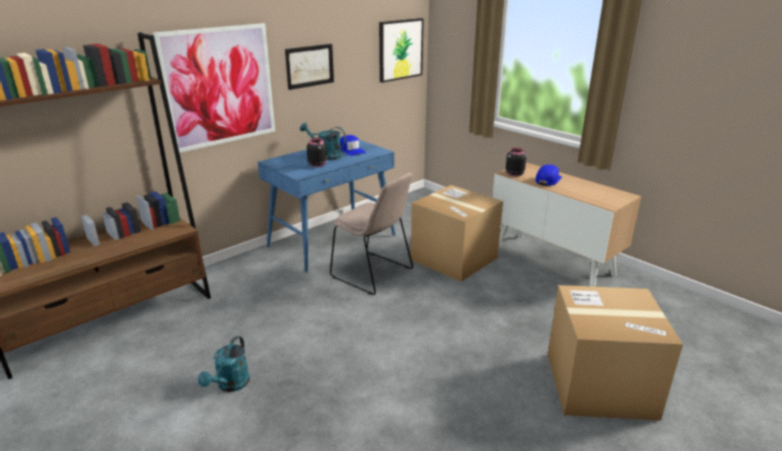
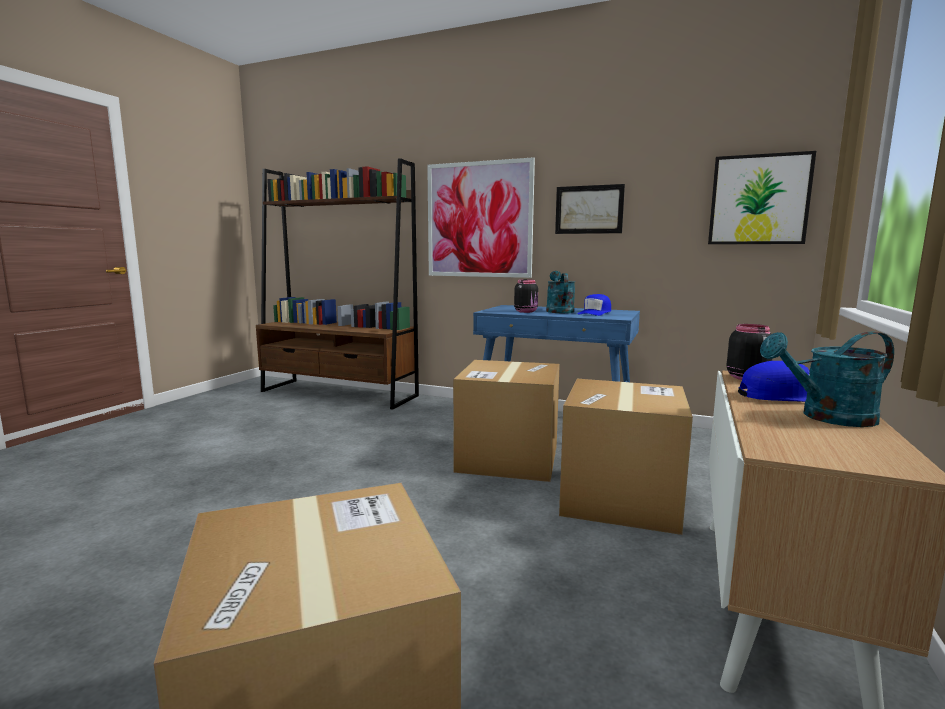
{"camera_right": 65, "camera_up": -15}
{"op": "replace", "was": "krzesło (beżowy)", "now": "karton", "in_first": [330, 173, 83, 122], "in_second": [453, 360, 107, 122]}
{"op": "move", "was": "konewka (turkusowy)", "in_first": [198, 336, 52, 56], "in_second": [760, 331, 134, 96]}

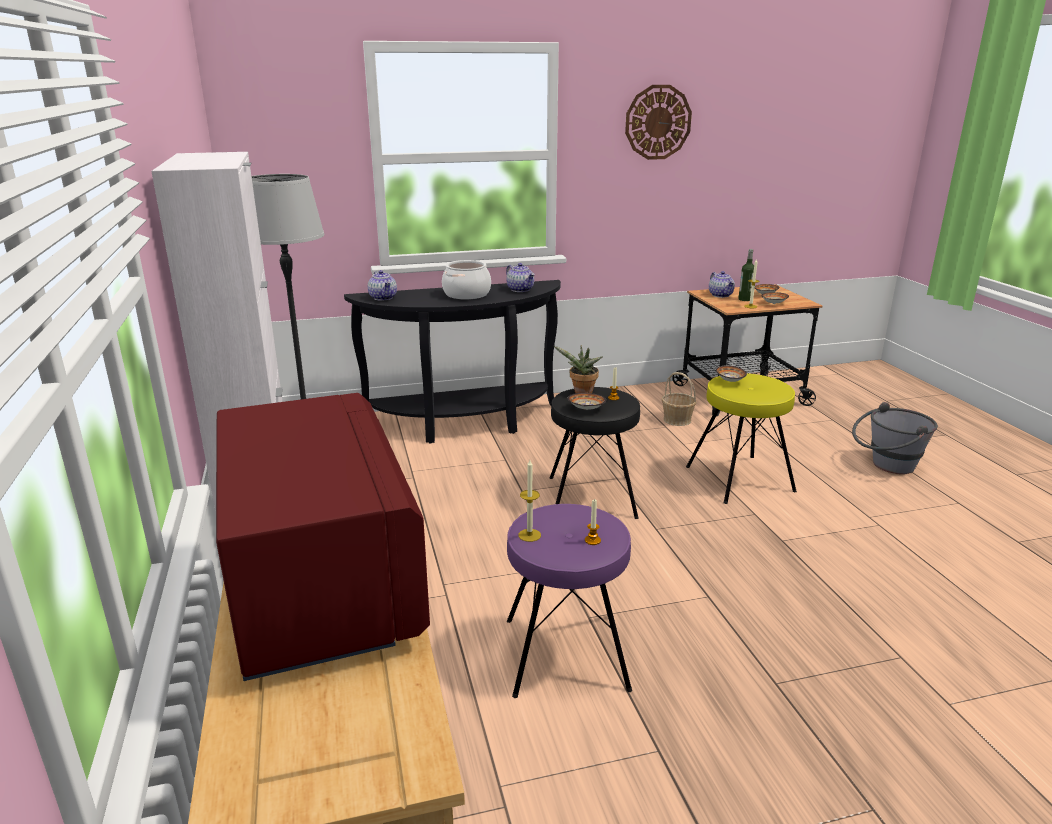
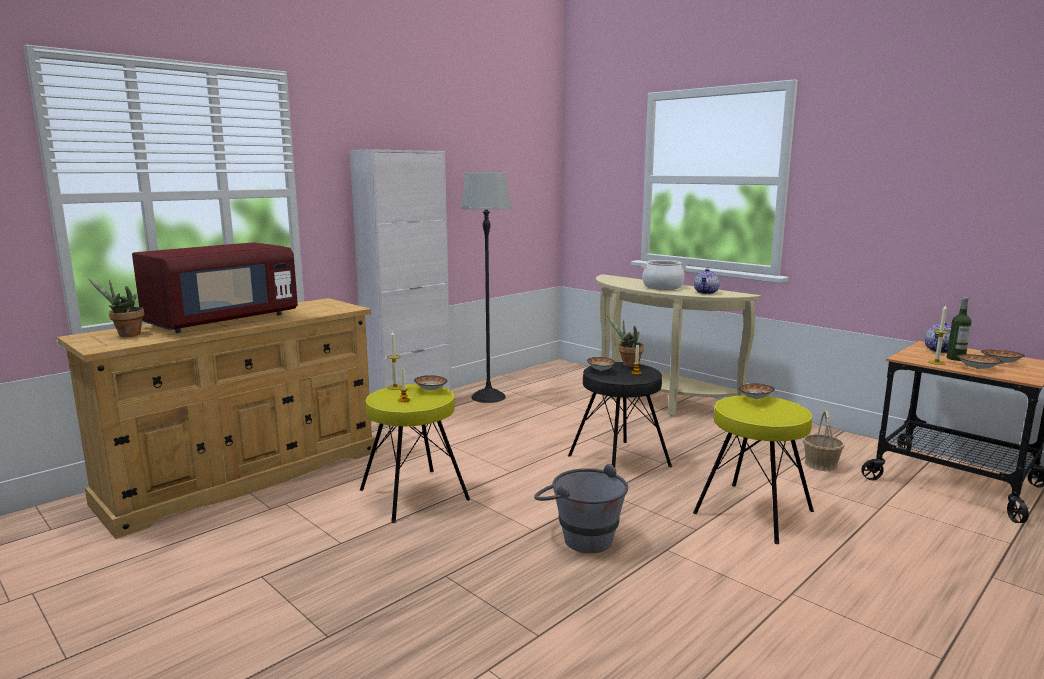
{"camera_right": 60, "camera_up": -10}
{"op": "delete", "was": "zegar ścienny", "in_first": [625, 85, 67, 75]}
{"op": "delete", "was": "imbryk", "in_first": [368, 270, 29, 31]}
{"op": "recolor", "was": "stolik konsolowy (czarny)", "now": "stolik konsolowy (beżowy)", "in_first": [344, 280, 217, 164], "in_second": [596, 274, 165, 142]}
{"op": "move", "was": "wiadro (szary)", "in_first": [852, 402, 86, 72], "in_second": [534, 464, 94, 89]}
{"op": "recolor", "was": "stołek (fioletowy)", "now": "stołek (żółty)", "in_first": [507, 504, 125, 194], "in_second": [360, 384, 110, 139]}
{"op": "insert", "now": "roślina doniczkowa", "in_second": [89, 279, 55, 58]}
{"op": "insert", "now": "miska", "in_second": [414, 375, 33, 16]}

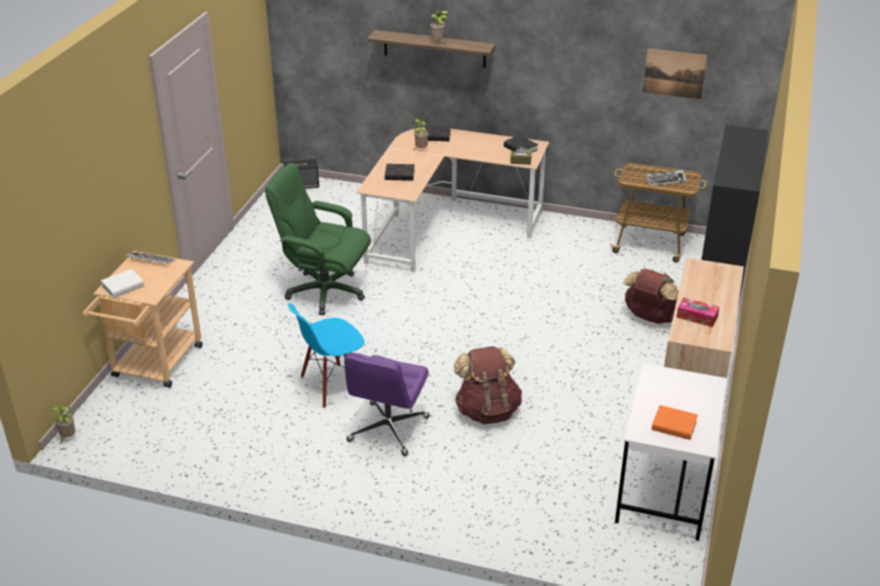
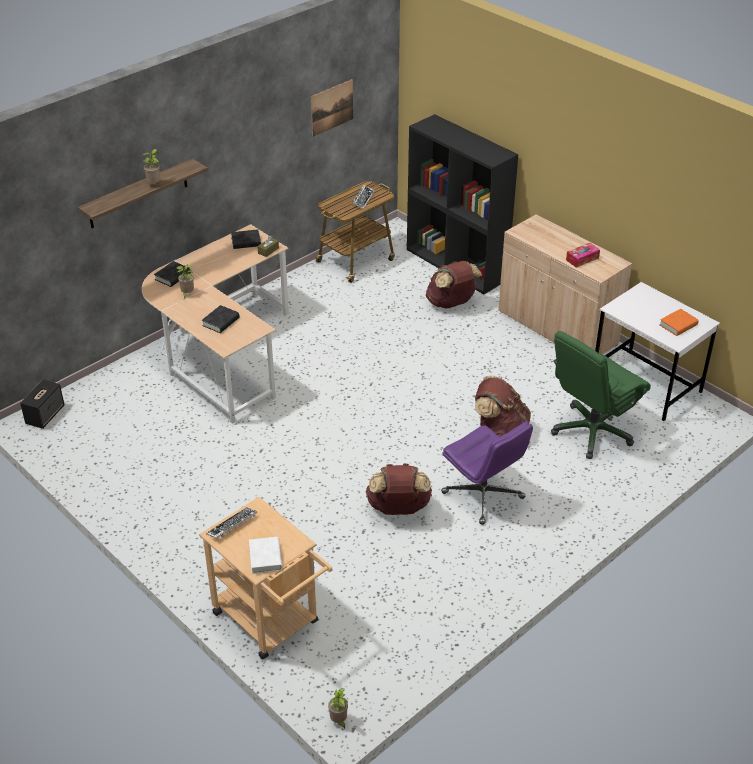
{"camera_right": -60, "camera_up": 5}
{"op": "move", "was": "krzesło biurowe (zielony)", "in_first": [265, 163, 106, 152], "in_second": [551, 331, 100, 128]}
{"op": "replace", "was": "krzesło (niebieski)", "now": "plecak (brązowy)", "in_first": [288, 303, 76, 105], "in_second": [366, 463, 66, 52]}

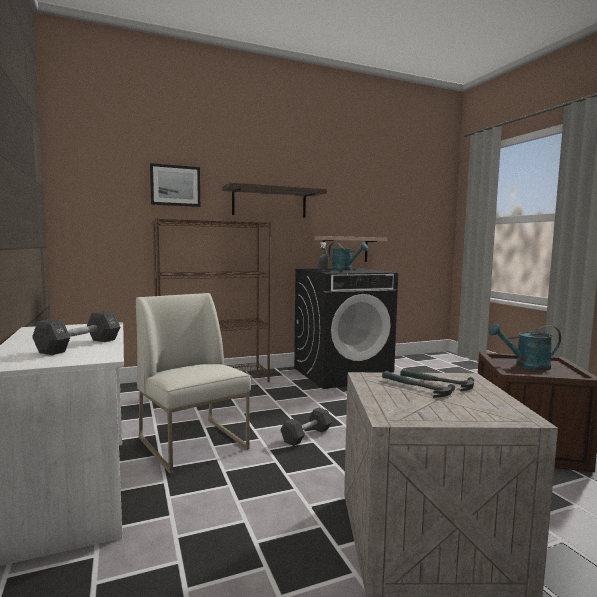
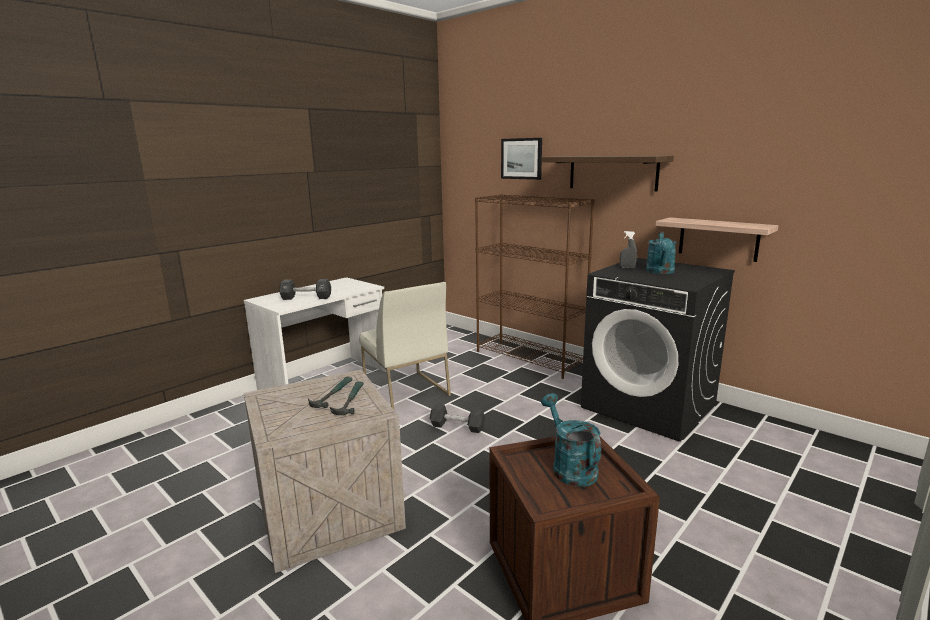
{"camera_right": 65, "camera_up": 10}
{"op": "rotate", "was": "krzesło (biały)", "in_first": [136, 293, 115, 181], "in_second": [359, 282, 92, 129], "clockwise": 120}

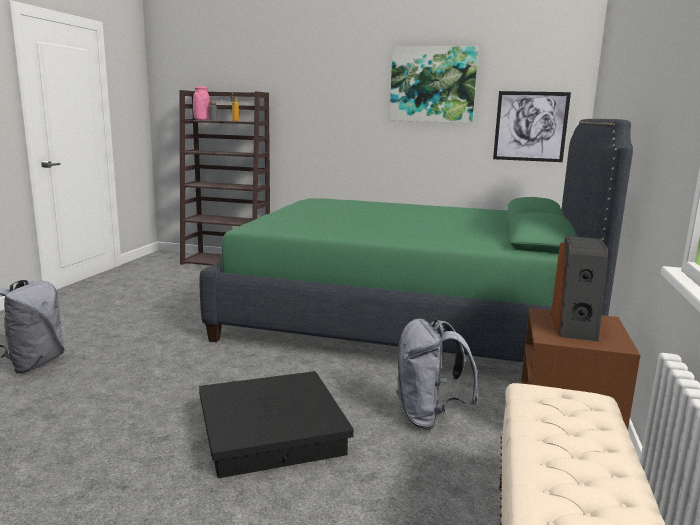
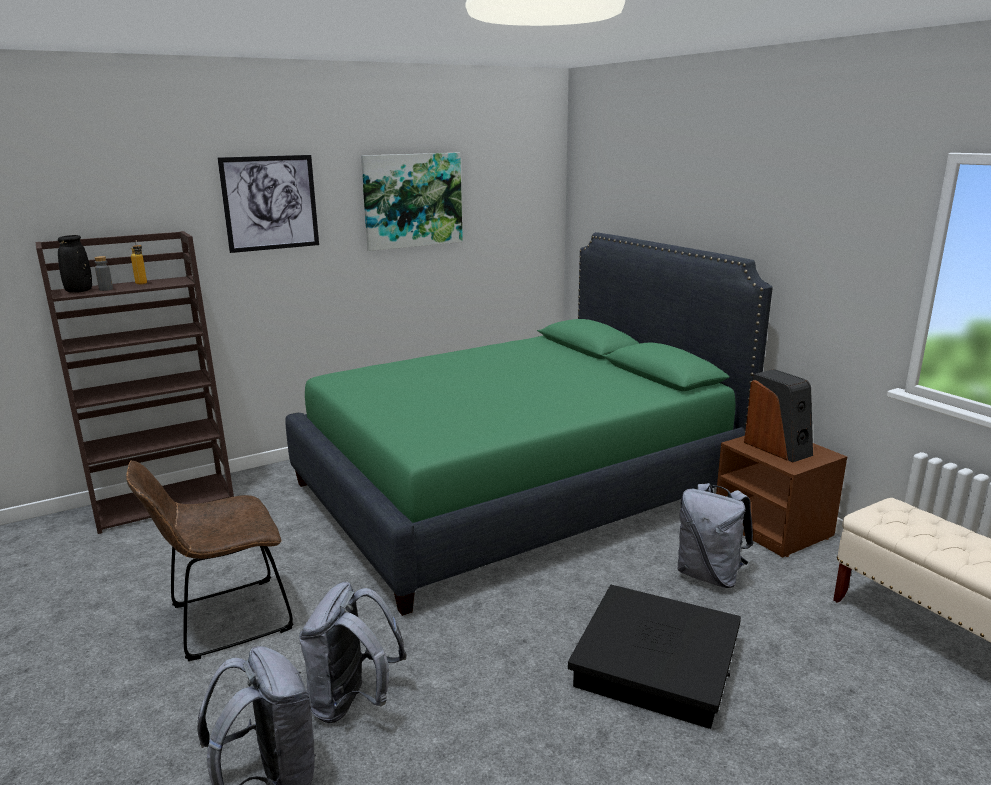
{"camera_right": -45, "camera_up": 5}
{"op": "recolor", "was": "wazon (różowy)", "now": "wazon (czarny)", "in_first": [193, 86, 17, 34], "in_second": [58, 235, 34, 58]}
{"op": "move", "was": "obraz", "in_first": [493, 91, 78, 71], "in_second": [218, 155, 101, 98]}
{"op": "insert", "now": "krzesło (brązowy)", "in_second": [126, 461, 168, 200]}
{"op": "insert", "now": "plecak (szary)", "in_second": [299, 582, 108, 141]}

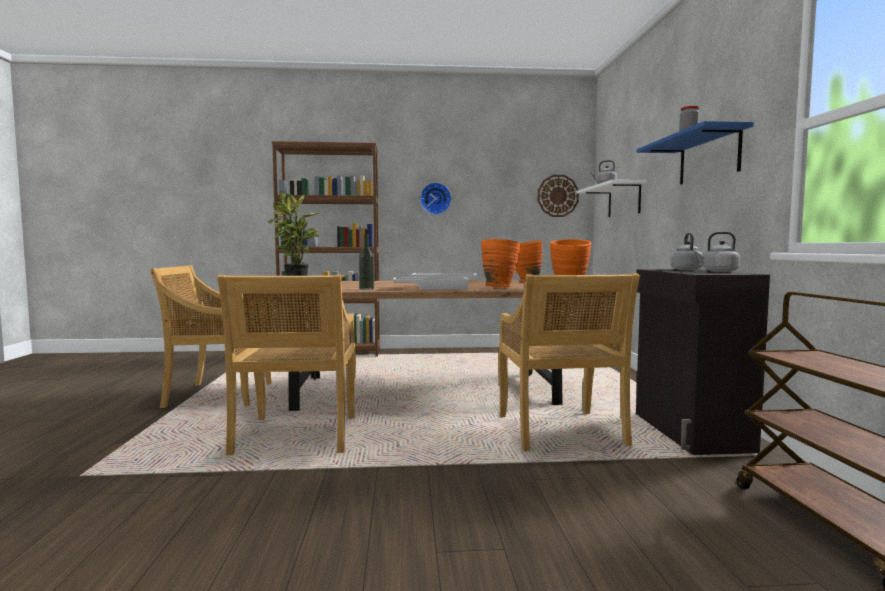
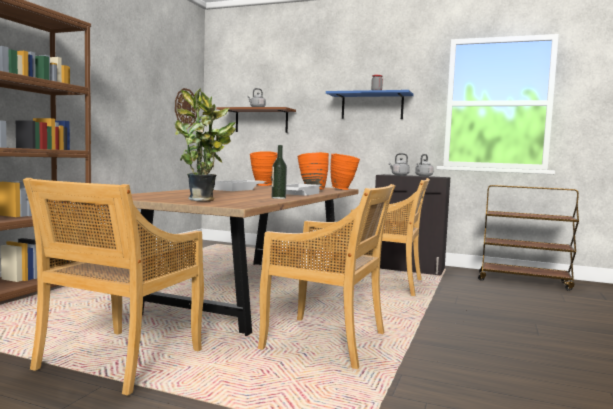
{"camera_right": -65, "camera_up": 0}
{"op": "recolor", "was": "półka (biały)", "now": "półka (brązowy)", "in_first": [577, 180, 70, 37], "in_second": [216, 107, 80, 26]}
{"op": "delete", "was": "zegar ścienny", "in_first": [420, 182, 32, 33]}

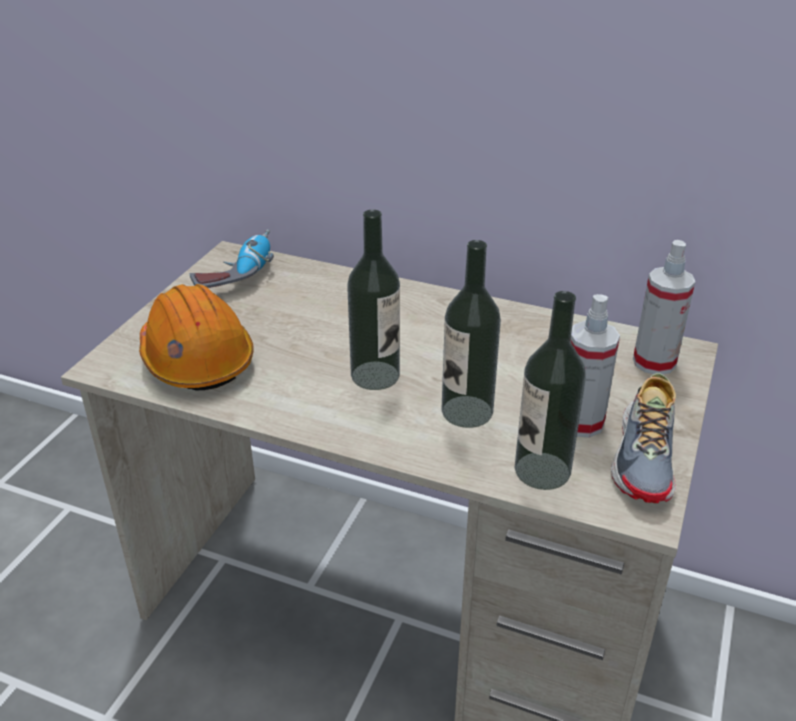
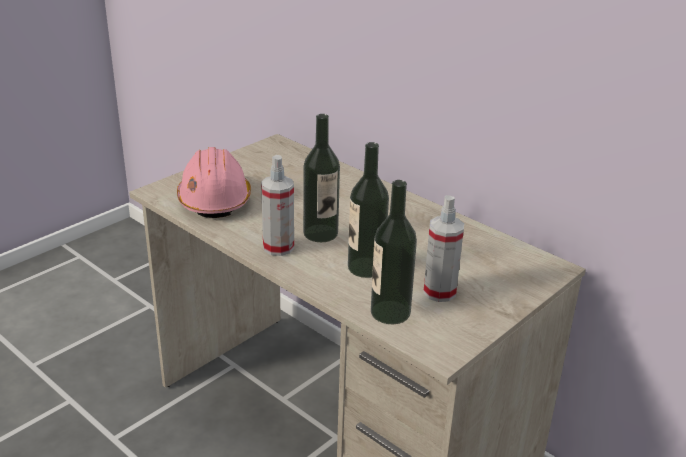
{"camera_right": 20, "camera_up": -5}
{"op": "delete", "was": "wiertarka", "in_first": [190, 229, 84, 59]}
{"op": "move", "was": "spryskiwacz", "in_first": [633, 240, 62, 135], "in_second": [261, 155, 33, 101]}
{"op": "recolor", "was": "kask (pomarańczowy)", "now": "kask (różowy)", "in_first": [139, 284, 115, 107], "in_second": [177, 147, 74, 71]}
{"op": "delete", "was": "but", "in_first": [611, 373, 65, 130]}

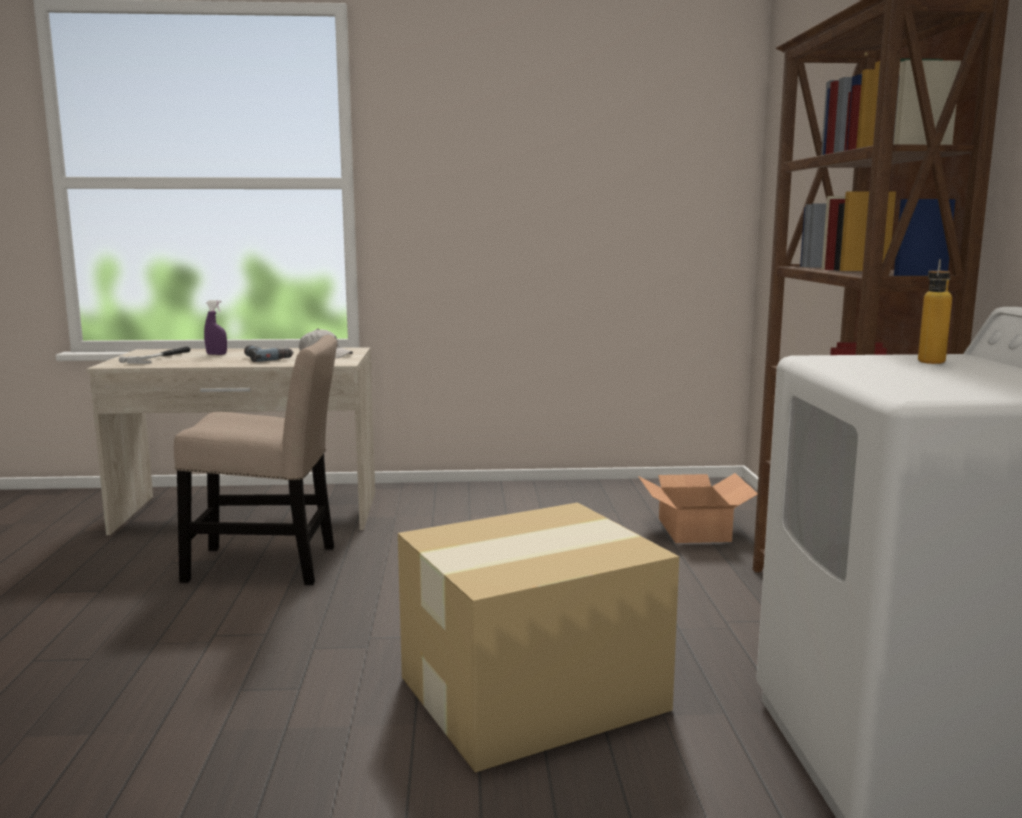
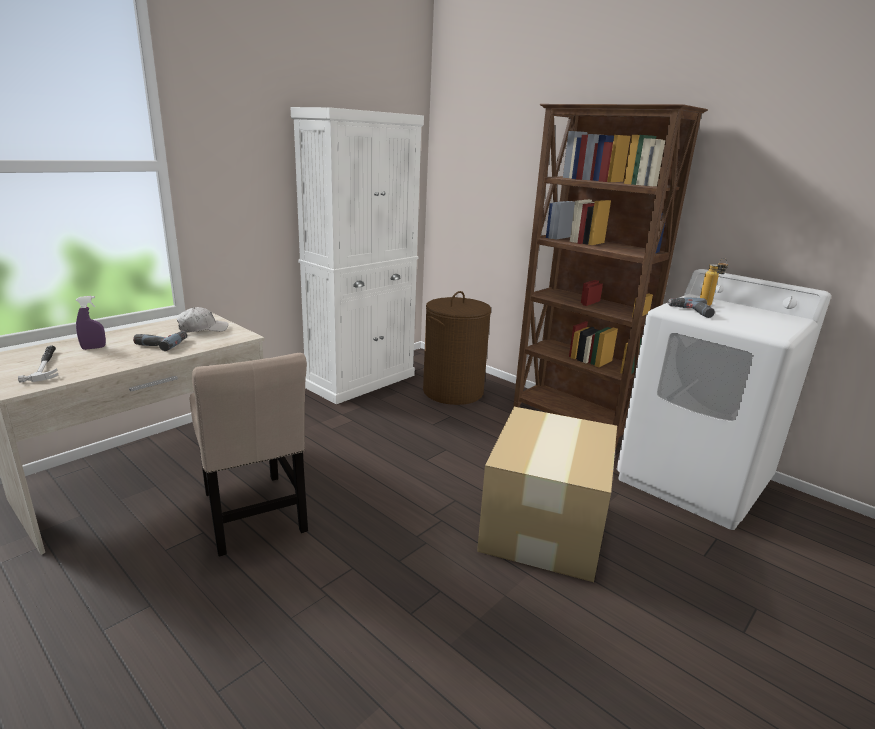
{"camera_right": -45, "camera_up": 10}
{"op": "rotate", "was": "krzesło (beżowy)", "in_first": [174, 335, 163, 250], "in_second": [190, 353, 118, 204], "clockwise": 105}
{"op": "replace", "was": "karton", "now": "kosz na pranie (brązowy)", "in_first": [638, 473, 119, 70], "in_second": [423, 291, 68, 114]}
{"op": "insert", "now": "szafka (biały)", "in_second": [290, 107, 134, 297]}
{"op": "insert", "now": "wiertarka", "in_second": [667, 297, 48, 21]}

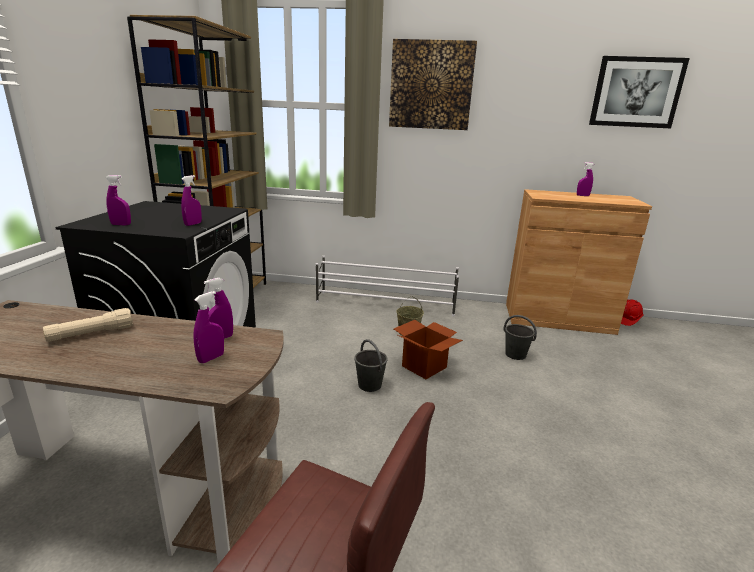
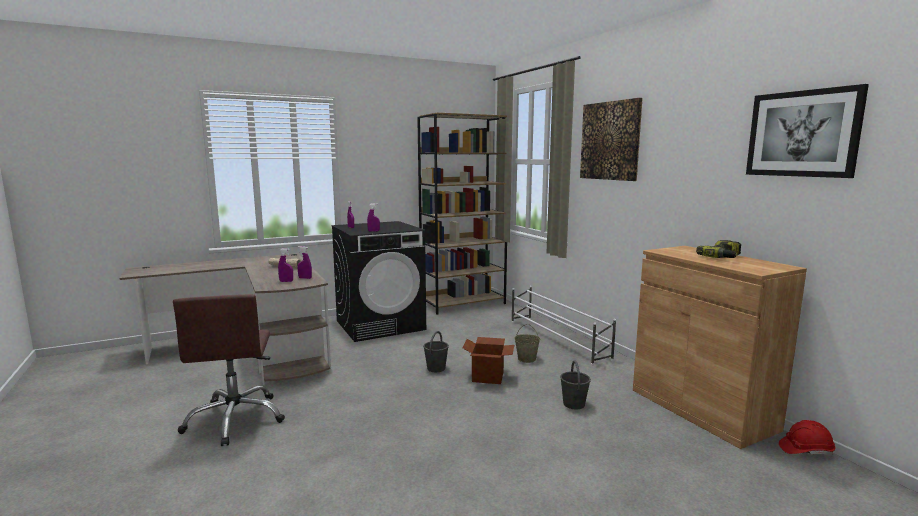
{"camera_right": 55, "camera_up": -10}
{"op": "replace", "was": "spryskiwacz (fioletowy)", "now": "wiertarka", "in_first": [577, 162, 17, 34], "in_second": [696, 240, 45, 18]}

